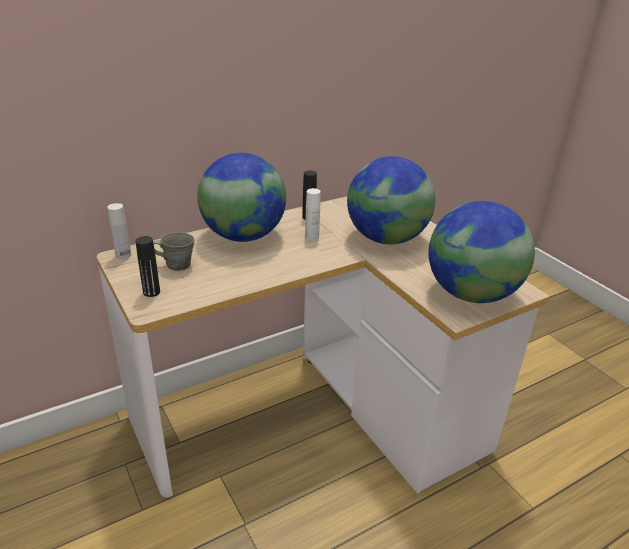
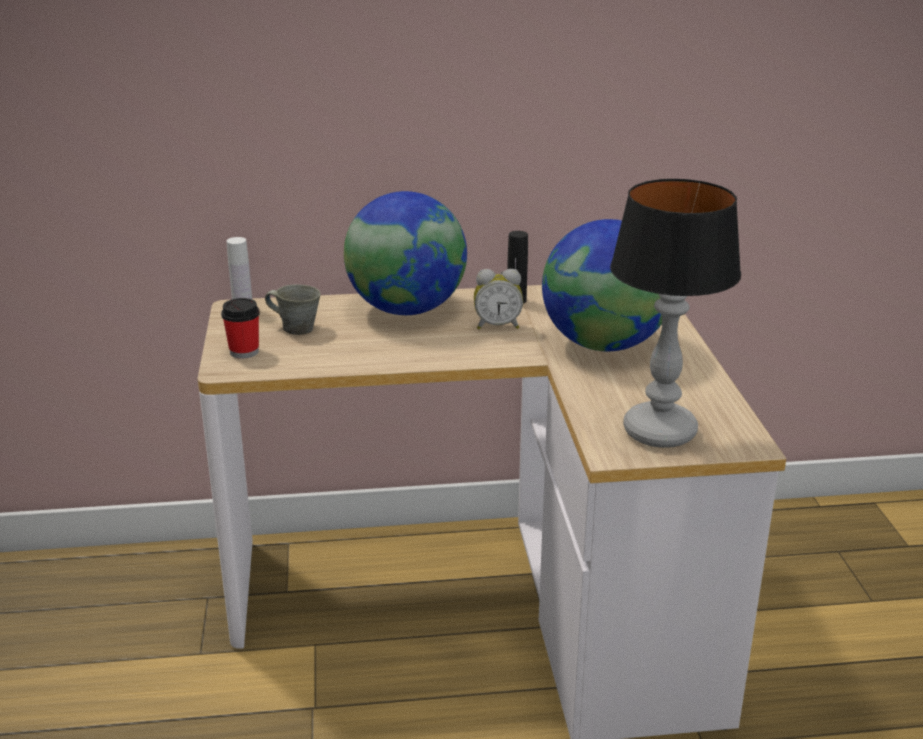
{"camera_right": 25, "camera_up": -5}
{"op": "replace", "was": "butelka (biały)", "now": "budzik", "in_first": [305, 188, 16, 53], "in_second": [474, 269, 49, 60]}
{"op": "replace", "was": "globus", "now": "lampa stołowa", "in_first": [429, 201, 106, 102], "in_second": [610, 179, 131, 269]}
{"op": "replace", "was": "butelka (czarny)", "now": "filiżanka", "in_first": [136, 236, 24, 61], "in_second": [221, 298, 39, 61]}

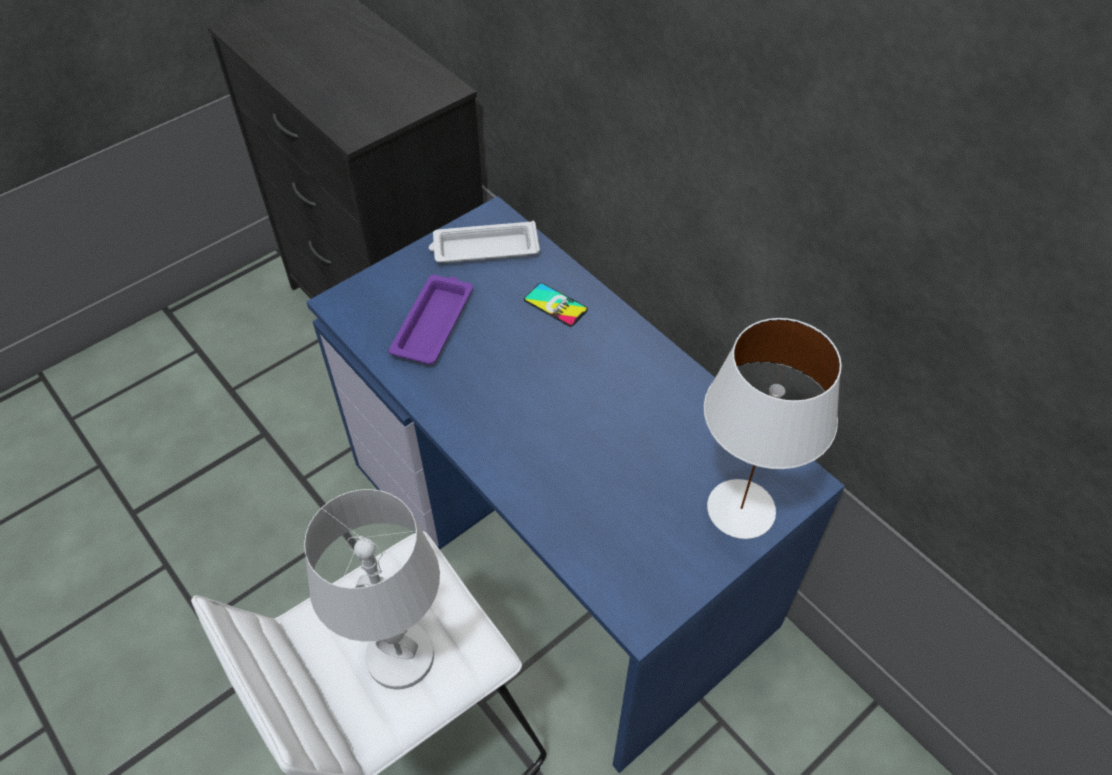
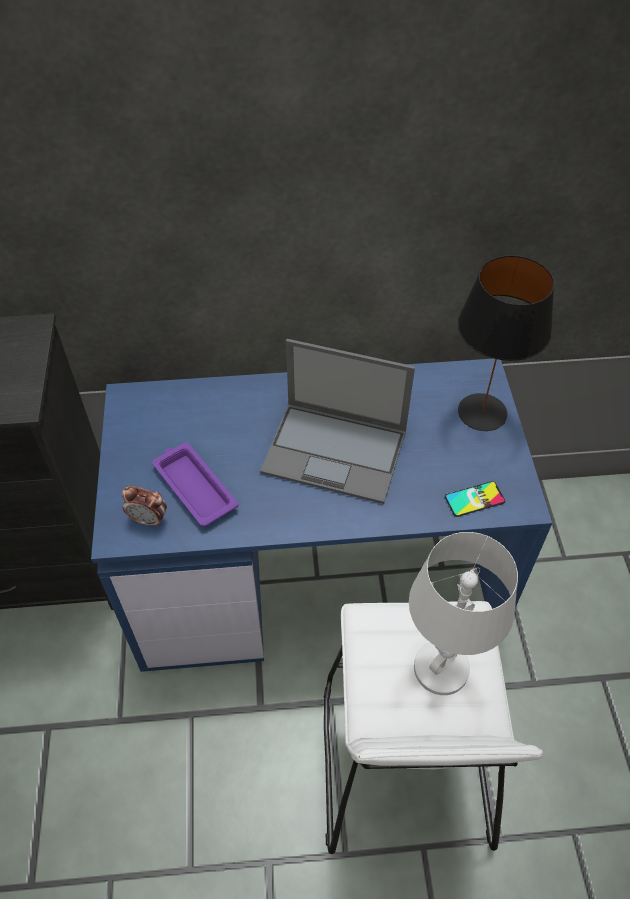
{"camera_right": -55, "camera_up": 0}
{"op": "delete", "was": "taca (biały)", "in_first": [429, 221, 111, 42]}
{"op": "move", "was": "telefon", "in_first": [524, 283, 64, 43], "in_second": [445, 481, 60, 36]}
{"op": "recolor", "was": "lampa stołowa (biały)", "now": "lampa stołowa (czarny)", "in_first": [704, 318, 137, 221], "in_second": [458, 255, 96, 176]}
{"op": "insert", "now": "laptop", "in_second": [260, 339, 155, 165]}
{"op": "insert", "now": "budzik", "in_second": [122, 486, 45, 41]}

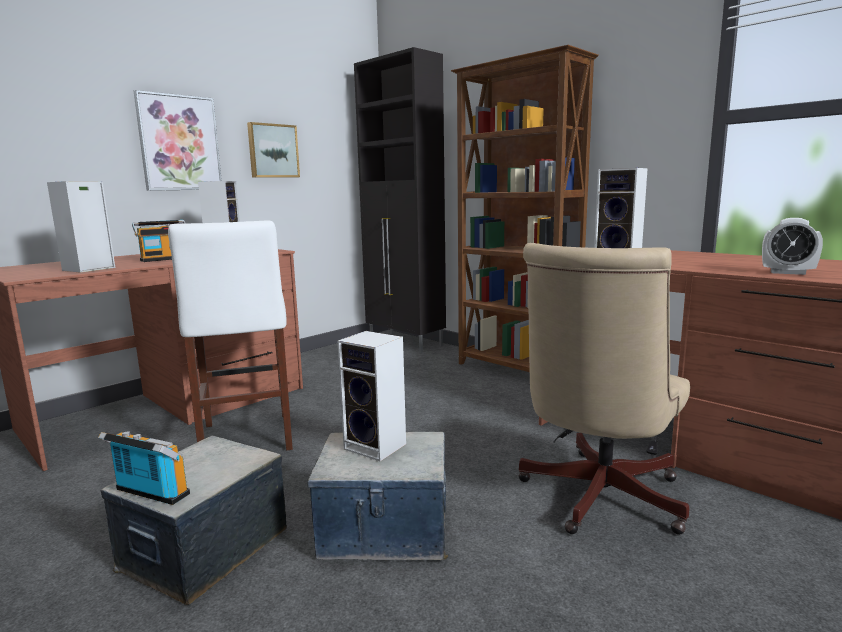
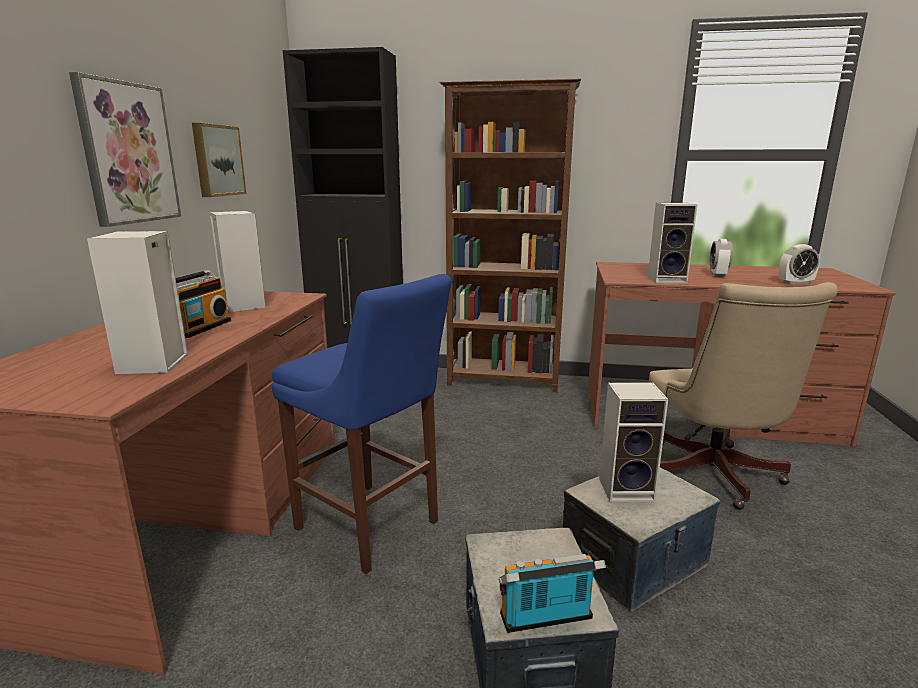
{"camera_right": -35, "camera_up": 5}
{"op": "recolor", "was": "stołek (biały)", "now": "stołek (niebieski)", "in_first": [168, 221, 125, 229], "in_second": [271, 274, 180, 300]}
{"op": "insert", "now": "budzik", "in_second": [710, 239, 23, 38]}

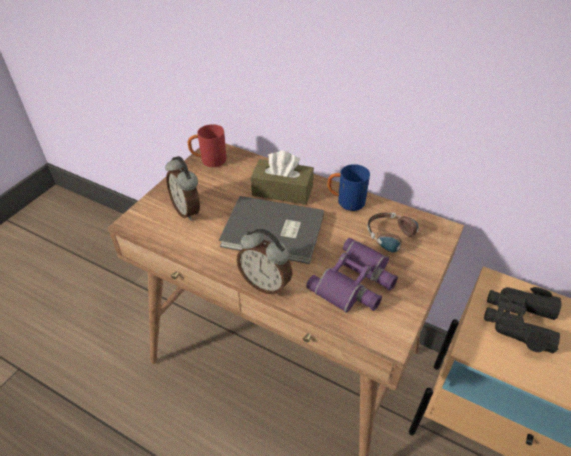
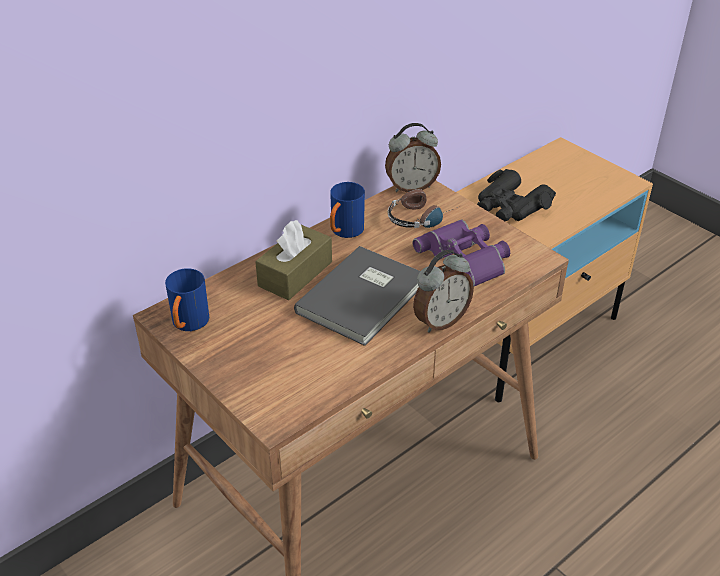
{"camera_right": -70, "camera_up": -5}
{"op": "recolor", "was": "kubek (czerwony)", "now": "kubek (niebieski)", "in_first": [188, 124, 39, 43], "in_second": [165, 268, 44, 63]}
{"op": "move", "was": "budzik", "in_first": [165, 156, 35, 65], "in_second": [385, 123, 56, 69]}

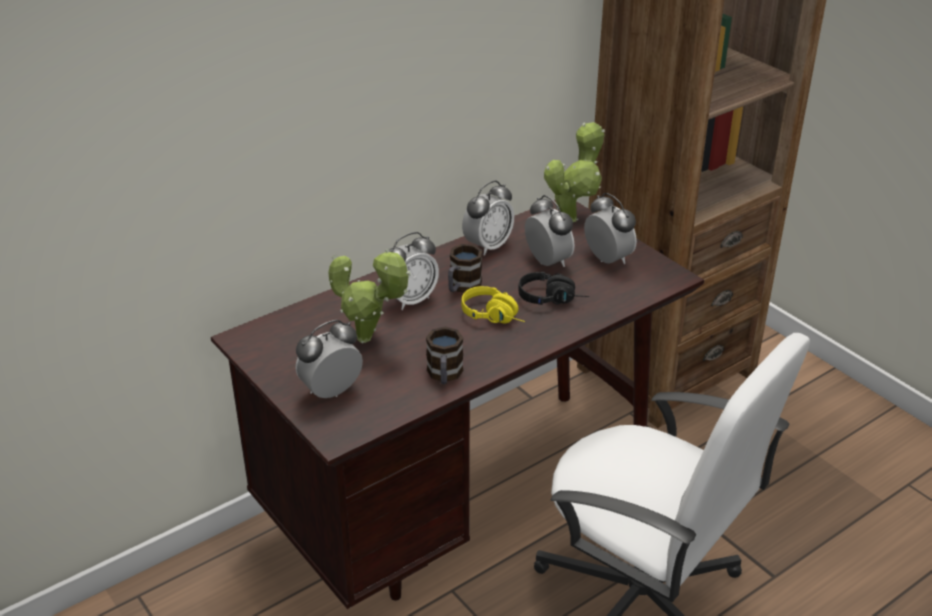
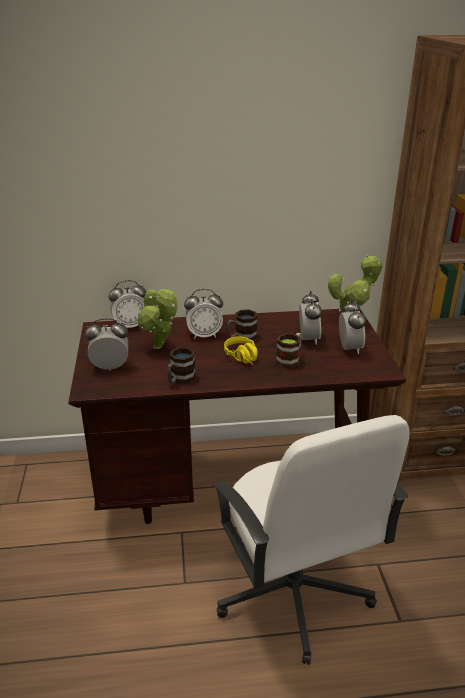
{"camera_right": 30, "camera_up": -5}
{"op": "move", "was": "budzik", "in_first": [462, 181, 52, 75], "in_second": [109, 280, 37, 48]}
{"op": "replace", "was": "słuchawki (czarny)", "now": "kubek", "in_first": [518, 272, 71, 33], "in_second": [276, 333, 26, 35]}

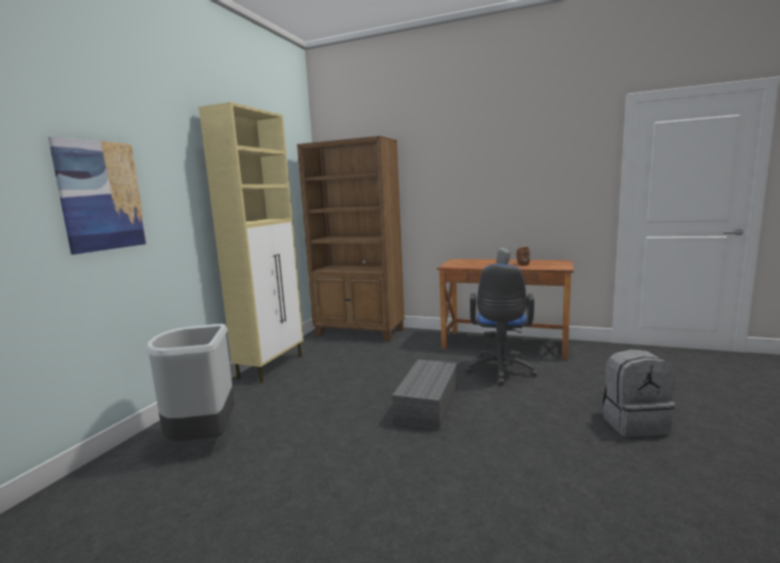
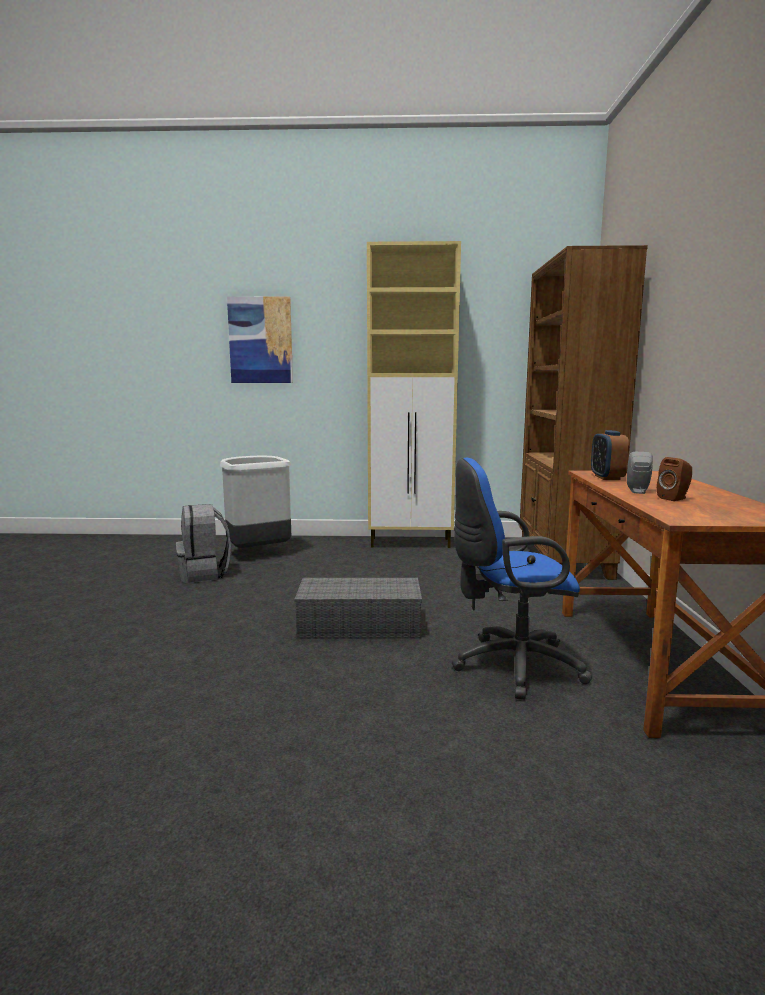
{"camera_right": 70, "camera_up": 0}
{"op": "move", "was": "plecak (szary)", "in_first": [601, 349, 74, 88], "in_second": [176, 504, 55, 79]}
{"op": "insert", "now": "budzik", "in_second": [591, 430, 39, 50]}

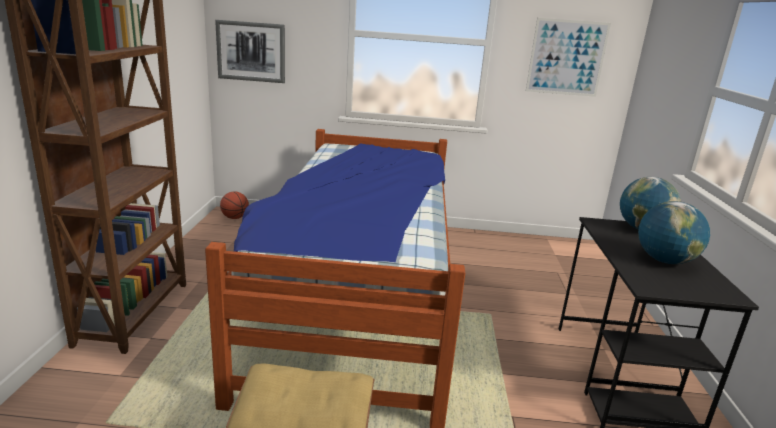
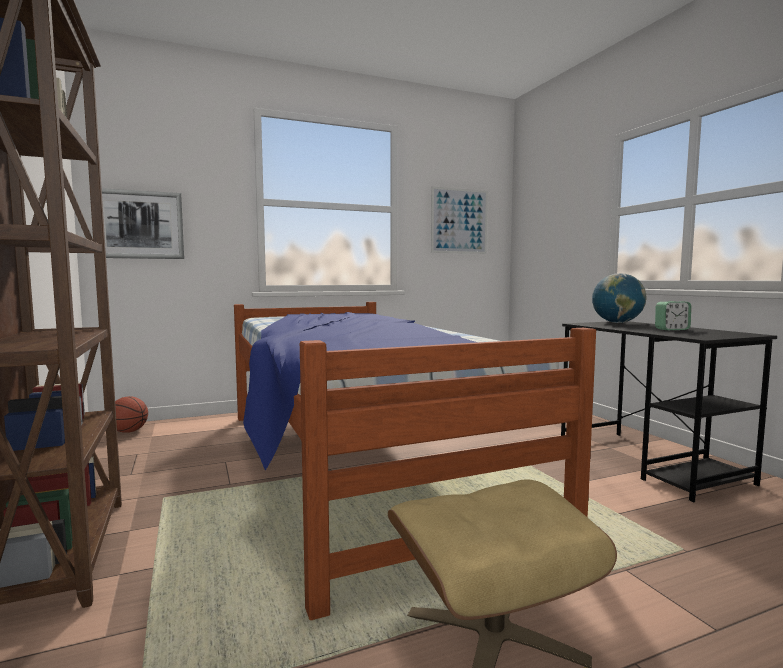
{"camera_right": -25, "camera_up": -15}
{"op": "replace", "was": "globus", "now": "budzik", "in_first": [638, 201, 72, 63], "in_second": [655, 301, 36, 29]}

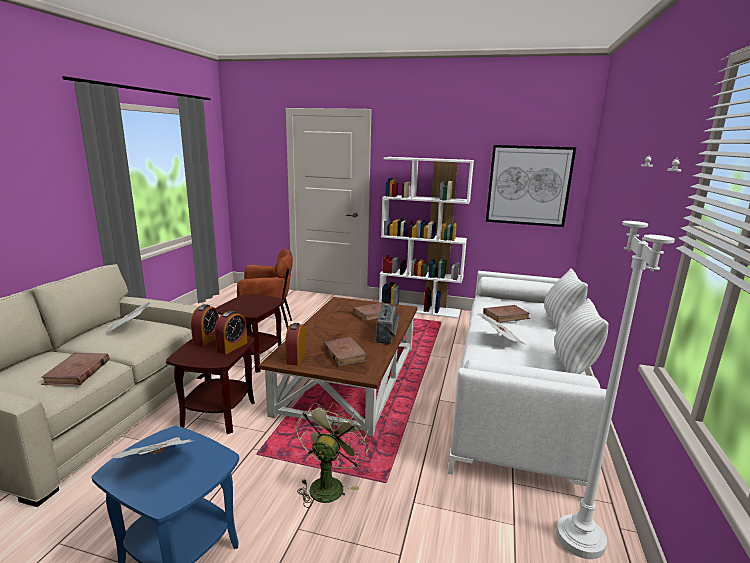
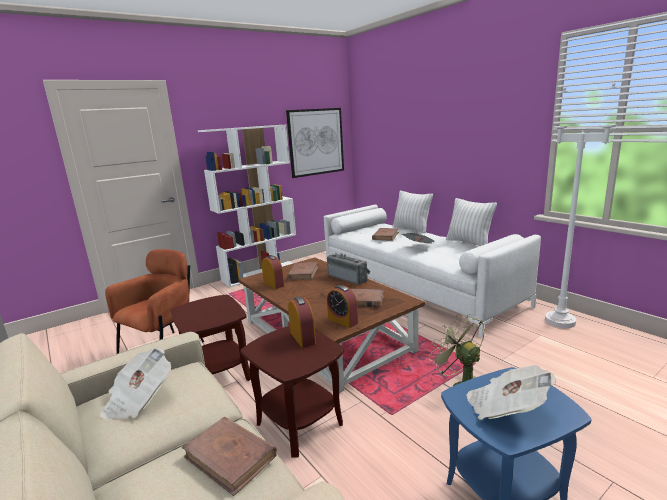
{"camera_right": -50, "camera_up": 0}
{"op": "move", "was": "budzik", "in_first": [191, 304, 28, 42], "in_second": [262, 255, 22, 34]}

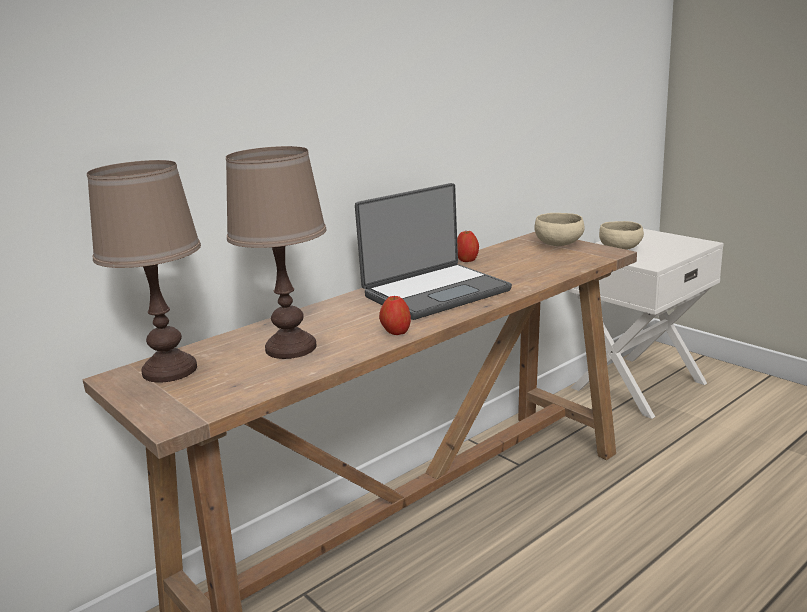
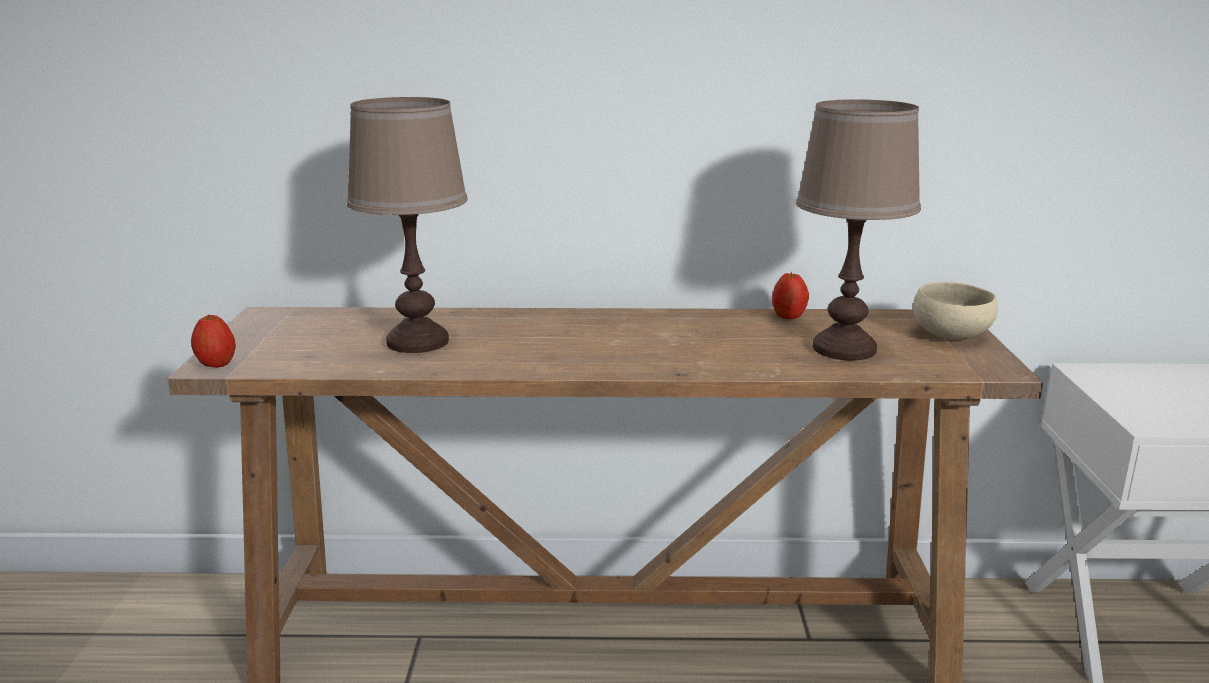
{"camera_right": 40, "camera_up": 0}
{"op": "move", "was": "lampa stołowa (brązowy)", "in_first": [87, 160, 114, 222], "in_second": [796, 99, 125, 261]}
{"op": "delete", "was": "laptop", "in_first": [355, 183, 157, 137]}
{"op": "delete", "was": "miska (beżowy)", "in_first": [599, 221, 45, 29]}
{"op": "move", "was": "jabłko", "in_first": [379, 296, 32, 39], "in_second": [191, 314, 45, 54]}

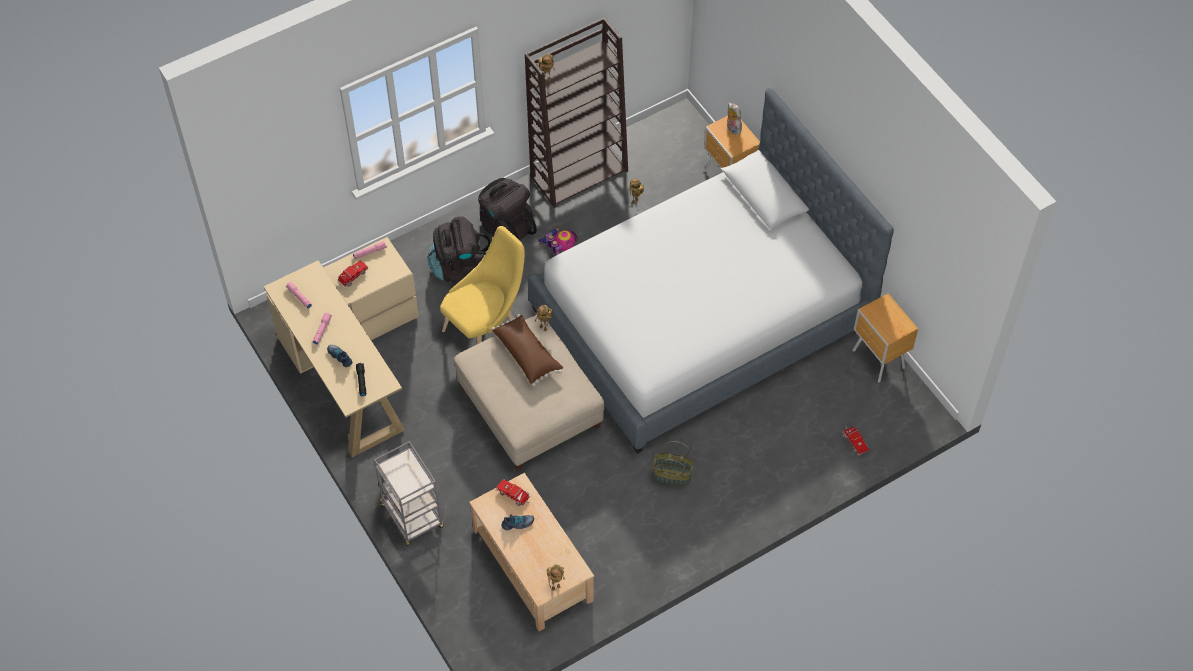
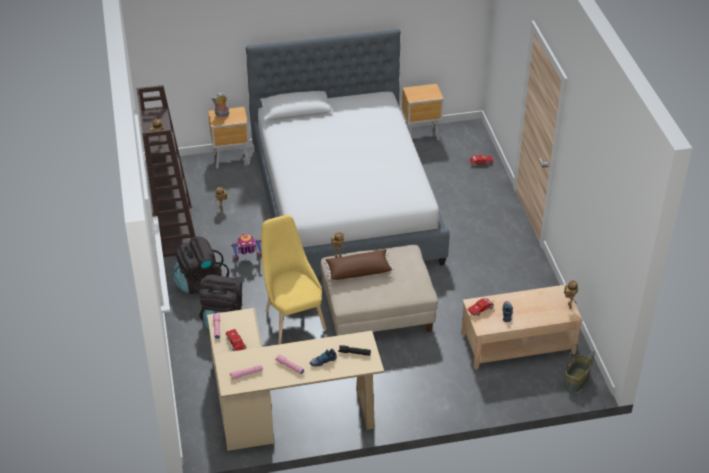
{"camera_right": -70, "camera_up": -15}
{"op": "delete", "was": "wózek (szary)", "in_first": [374, 441, 70, 105]}
{"op": "move", "was": "koszyk", "in_first": [653, 441, 41, 45], "in_second": [564, 344, 31, 48]}

